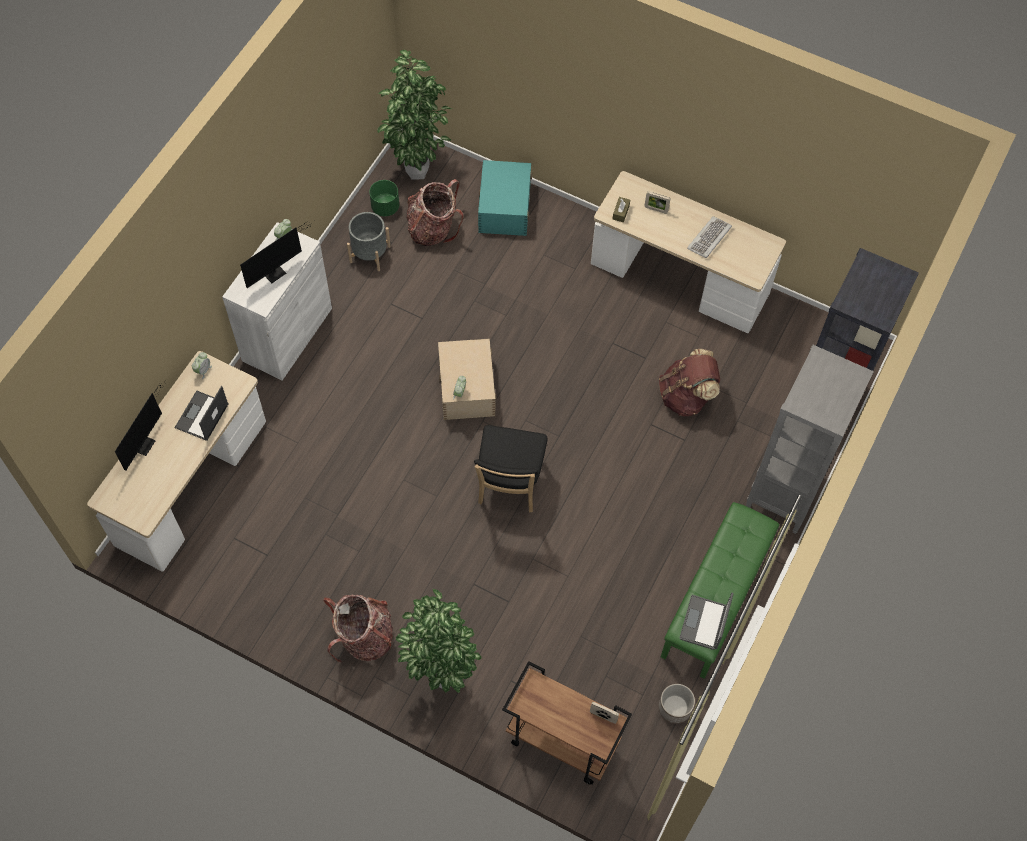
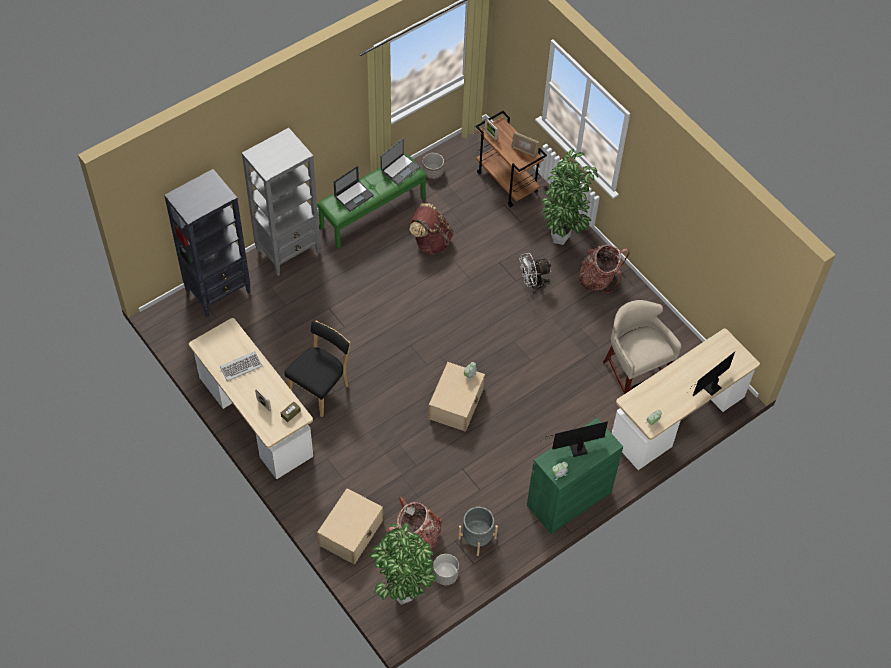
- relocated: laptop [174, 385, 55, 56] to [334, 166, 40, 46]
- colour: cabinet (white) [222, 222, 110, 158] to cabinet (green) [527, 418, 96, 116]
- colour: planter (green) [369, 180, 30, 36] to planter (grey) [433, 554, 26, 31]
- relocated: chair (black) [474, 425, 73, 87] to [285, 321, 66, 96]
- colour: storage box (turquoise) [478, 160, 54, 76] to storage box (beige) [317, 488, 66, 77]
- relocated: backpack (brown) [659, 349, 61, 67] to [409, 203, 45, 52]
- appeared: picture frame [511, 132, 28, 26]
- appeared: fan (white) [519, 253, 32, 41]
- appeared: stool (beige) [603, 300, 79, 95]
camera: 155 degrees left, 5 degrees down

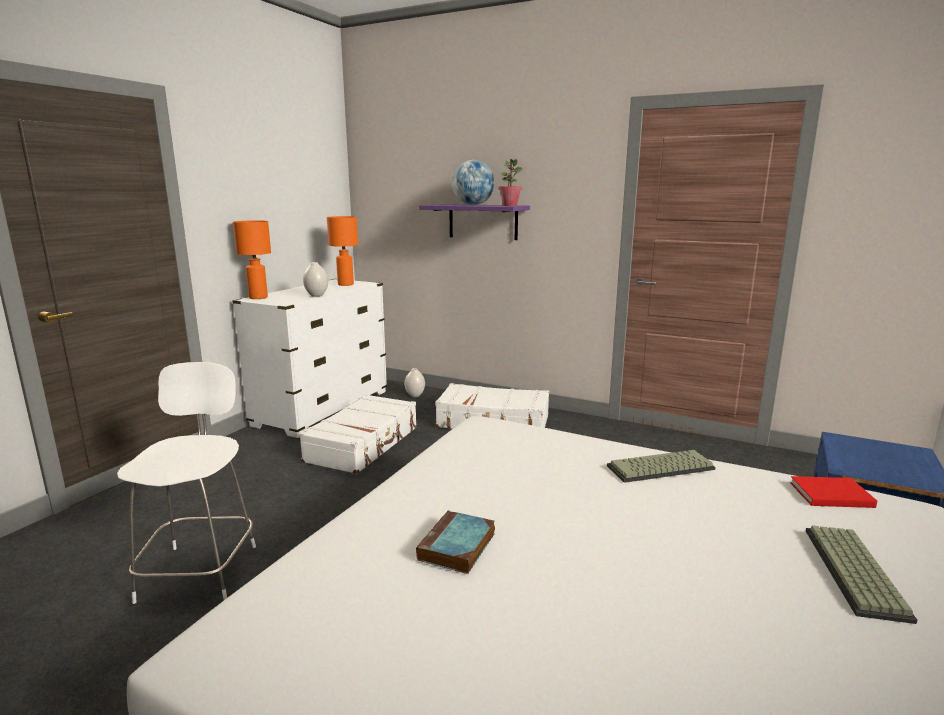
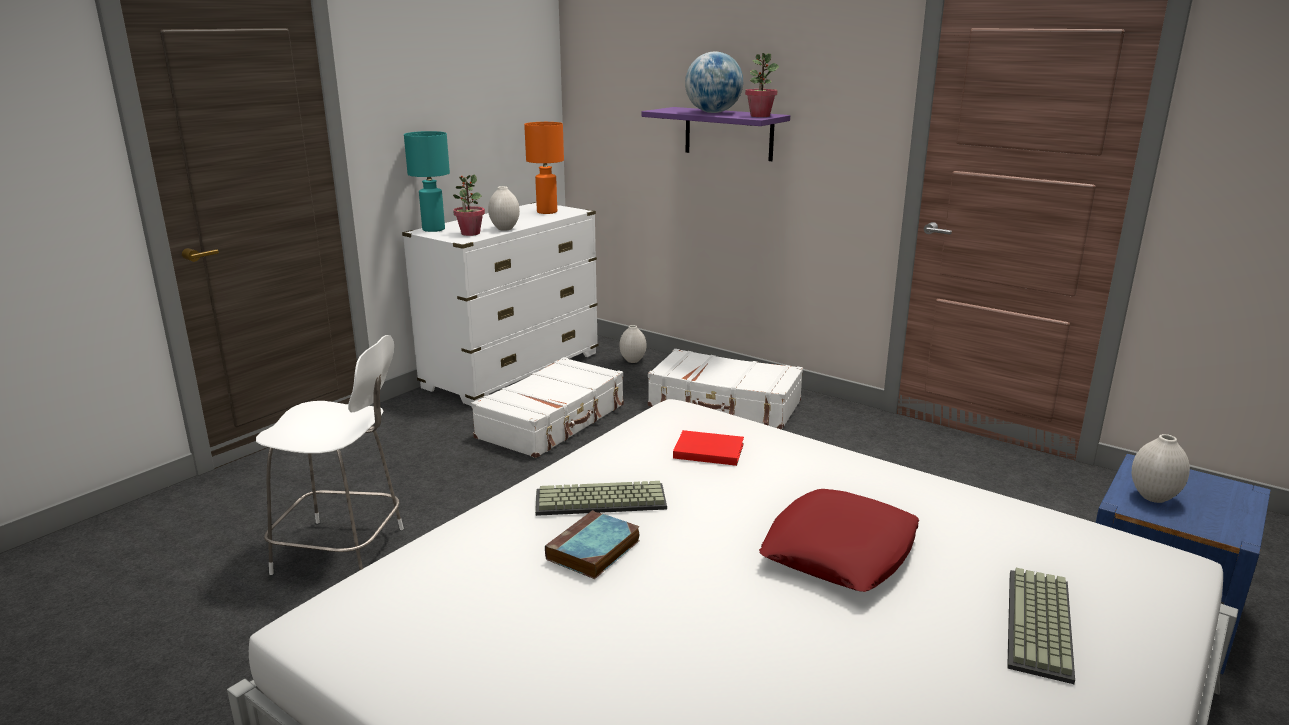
- spun: chair (white) [117, 362, 139, 242] = [256, 335, 148, 240] 90 degrees clockwise
- colour: table lamp (orange) [233, 220, 38, 79] to table lamp (turquoise) [404, 131, 46, 101]
- relocated: keyboard [607, 450, 108, 33] to [535, 481, 132, 35]
- relocated: book (red) [790, 476, 87, 32] to [673, 430, 71, 36]
- appeared: potted plant [453, 174, 32, 62]
- appeared: pillow (red) [759, 489, 160, 103]
- appeared: vase (white) [1132, 434, 58, 69]
camera: 10 degrees right, 5 degrees up

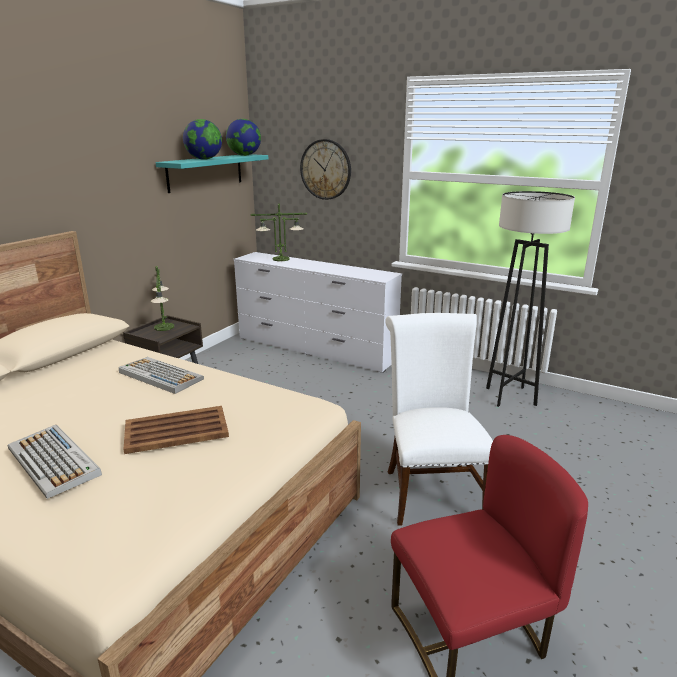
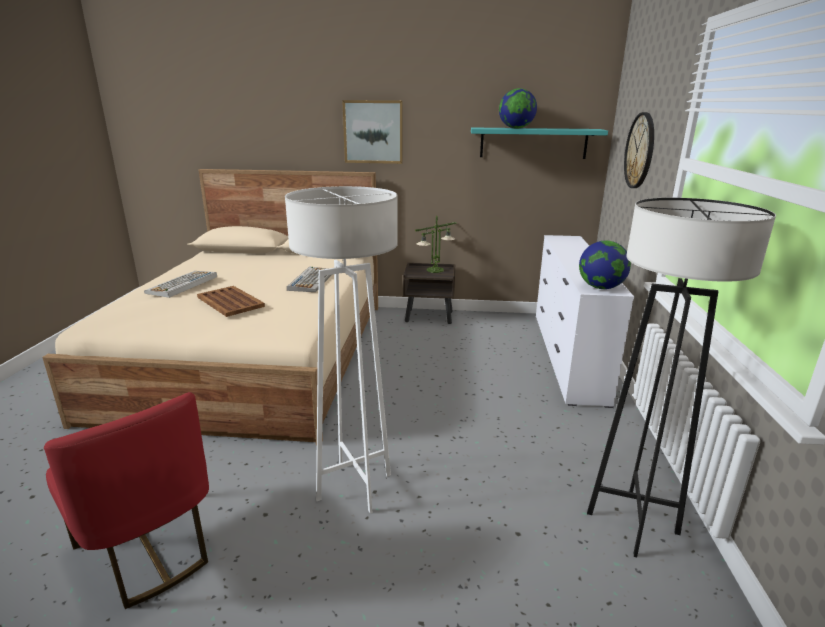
- relocated: globe [226, 119, 35, 37] to [579, 241, 52, 48]
- missing: table lamp [251, 203, 56, 58]
- exchanged: chair (white) [385, 313, 108, 213] to floor lamp (white) [285, 186, 113, 327]
- appeared: picture [342, 100, 61, 64]
camera: 65 degrees right, 0 degrees up

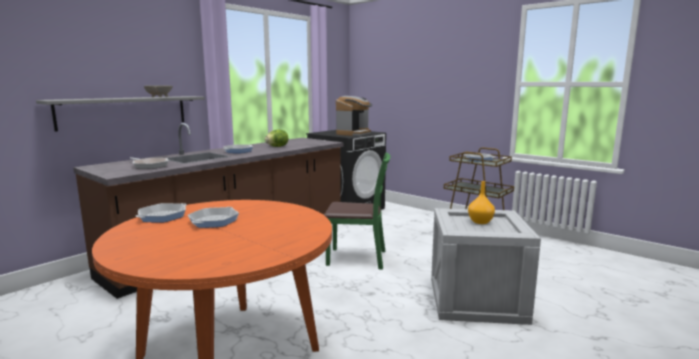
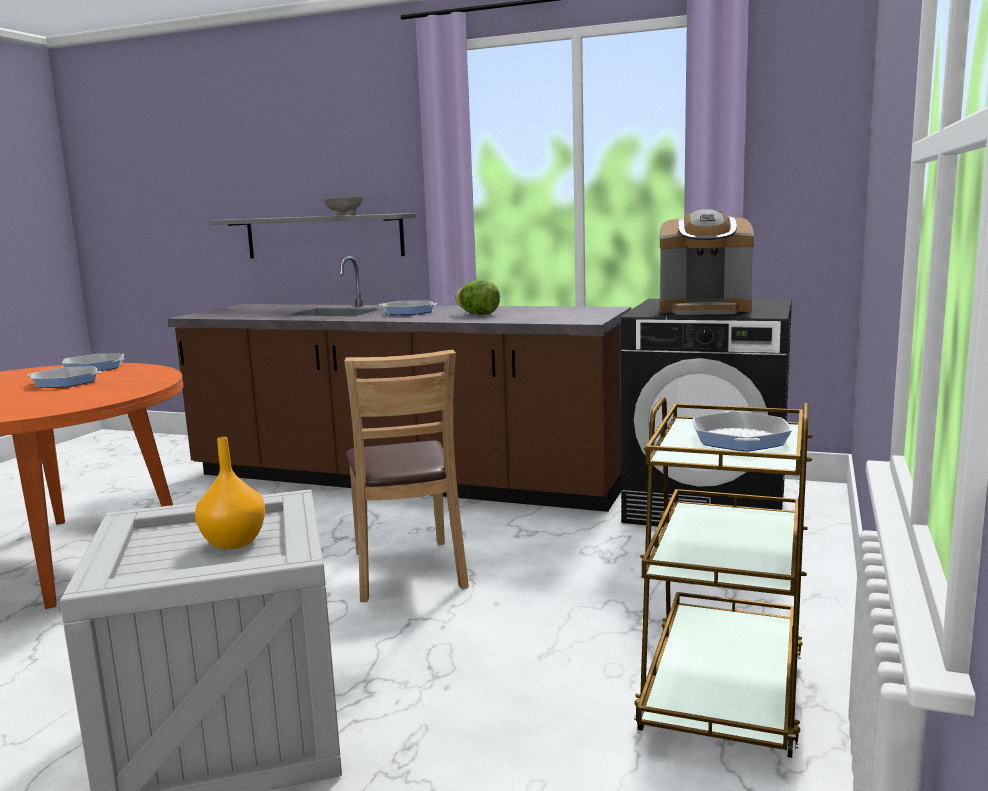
- missing: frying pan [130, 157, 39, 12]
- colour: chair (green) [324, 152, 66, 118] to chair (brown) [344, 350, 125, 252]
camera: 70 degrees right, 0 degrees up

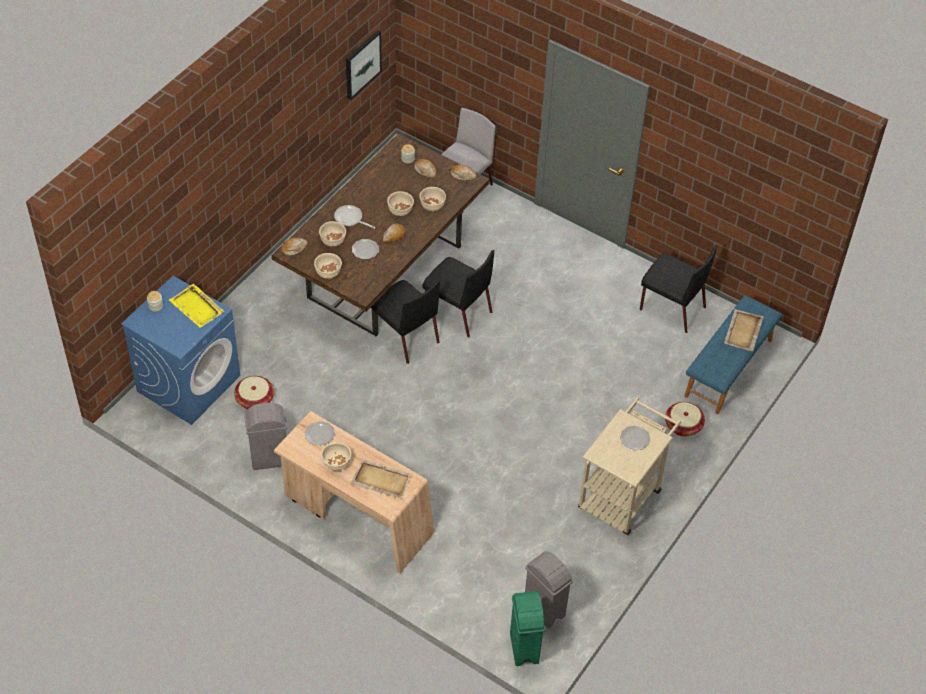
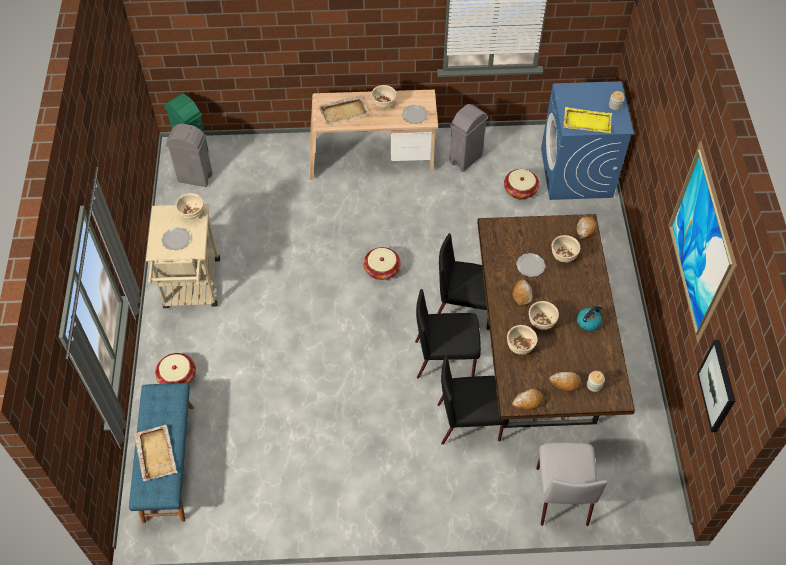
- relocated: bowl (beige) [314, 253, 28, 26] to [175, 193, 29, 27]
- missing: frying pan [334, 205, 41, 24]
- relocated: chair (black) [640, 246, 77, 87] to [437, 355, 71, 90]
- appeared: basket [363, 247, 38, 33]
- appeared: kettle [577, 305, 25, 26]
- appeared: picture [669, 141, 68, 202]
camera: 145 degrees right, 5 degrees up

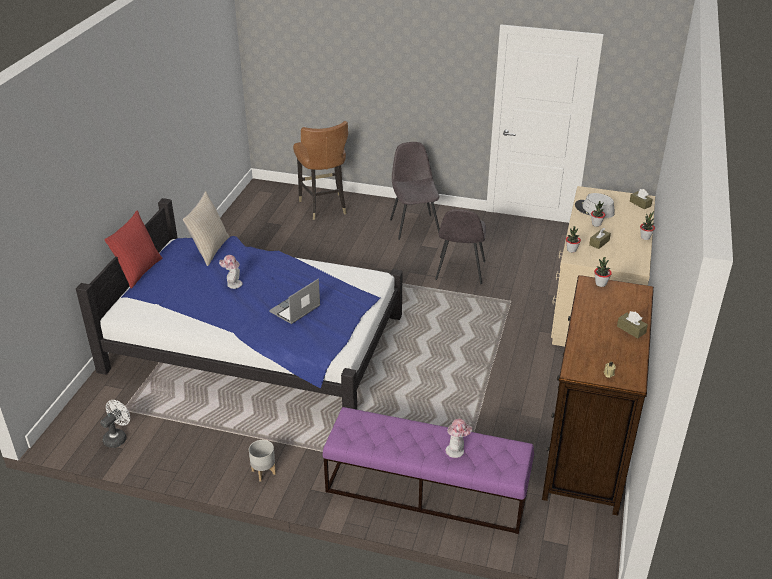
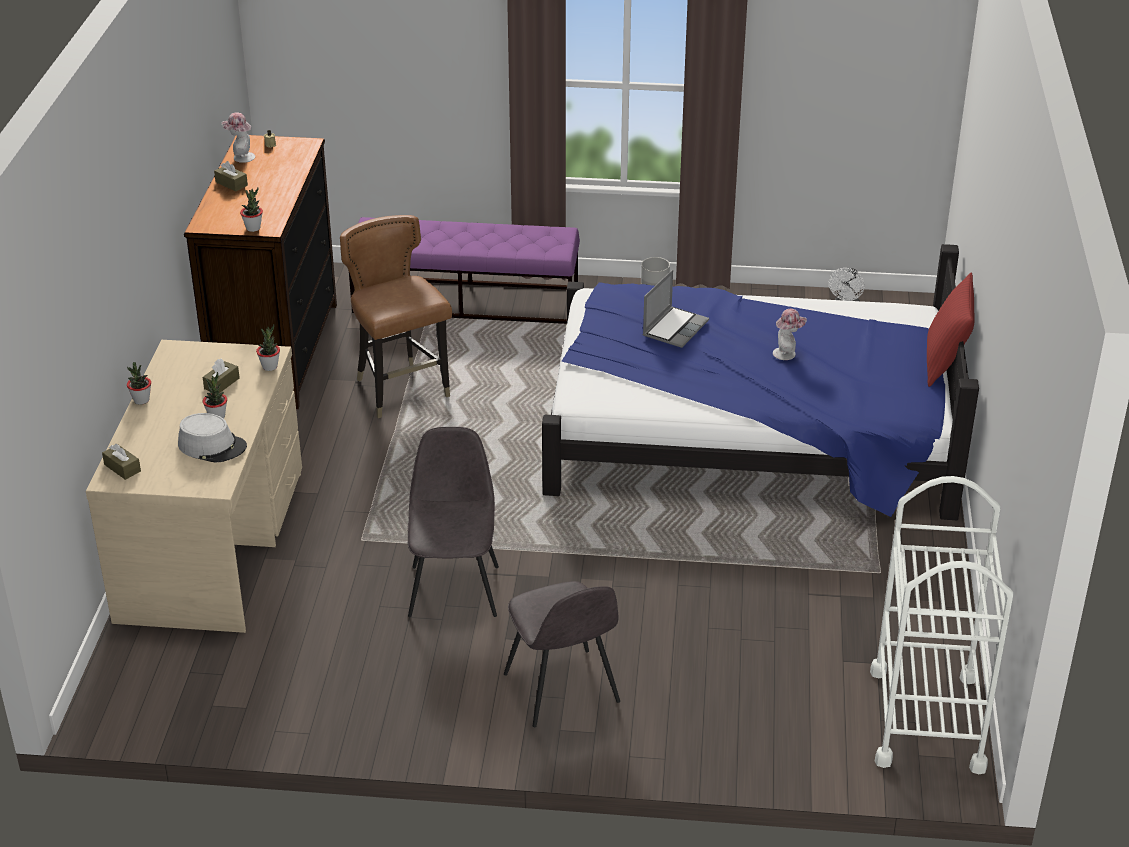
- missing: pillow (beige) [183, 191, 46, 75]
- relocated: chair (brown) [293, 121, 55, 99] to [340, 215, 112, 203]
- relocated: hat [446, 418, 27, 40] to [222, 112, 33, 51]
- appeared: cart (white) [870, 476, 144, 298]
camera: 170 degrees right, 0 degrees up

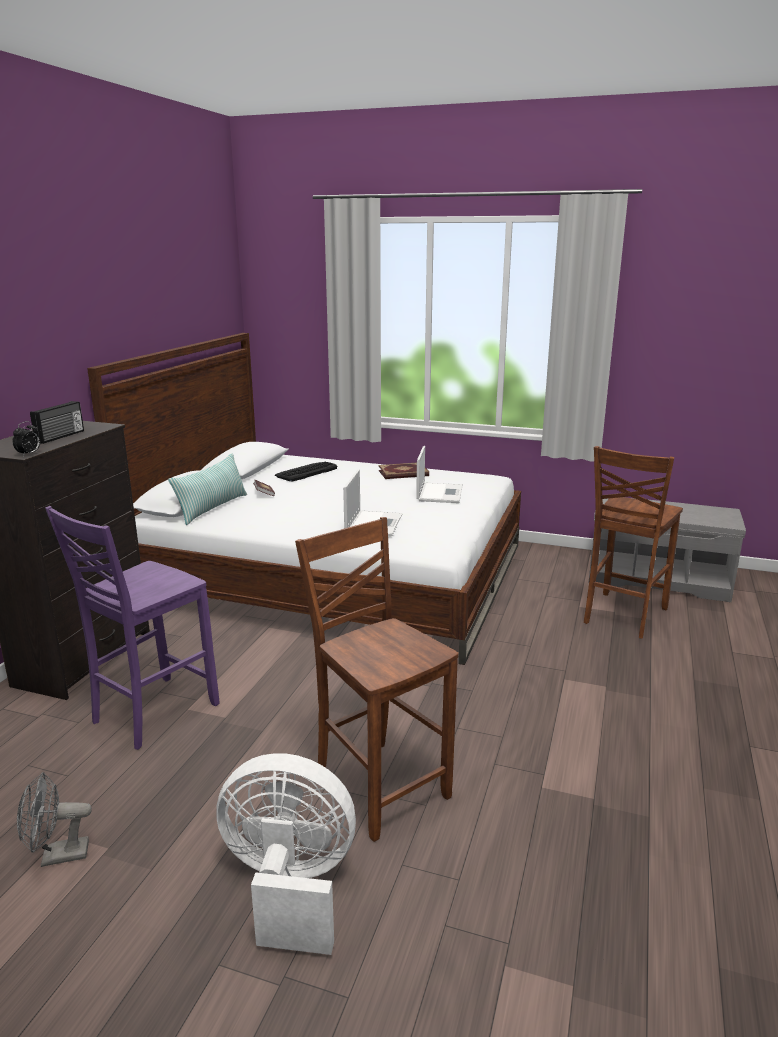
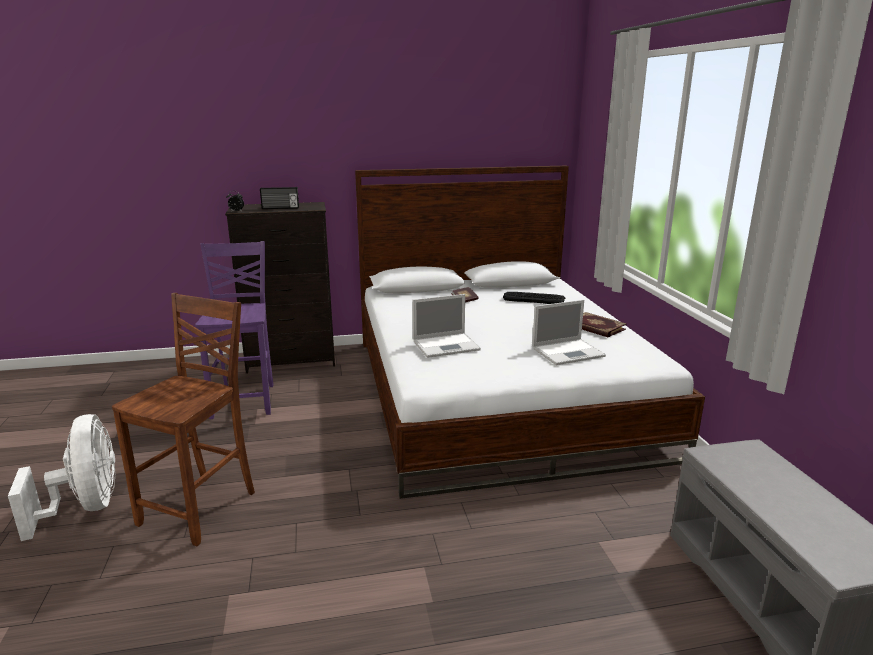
- missing: fan (grey) [17, 772, 75, 95]
- spun: chair (purple) [45, 506, 175, 244] = [195, 241, 79, 178] 75 degrees clockwise
- missing: pillow [168, 453, 79, 72]
- missing: chair (brown) [584, 446, 99, 192]
camera: 60 degrees right, 0 degrees up

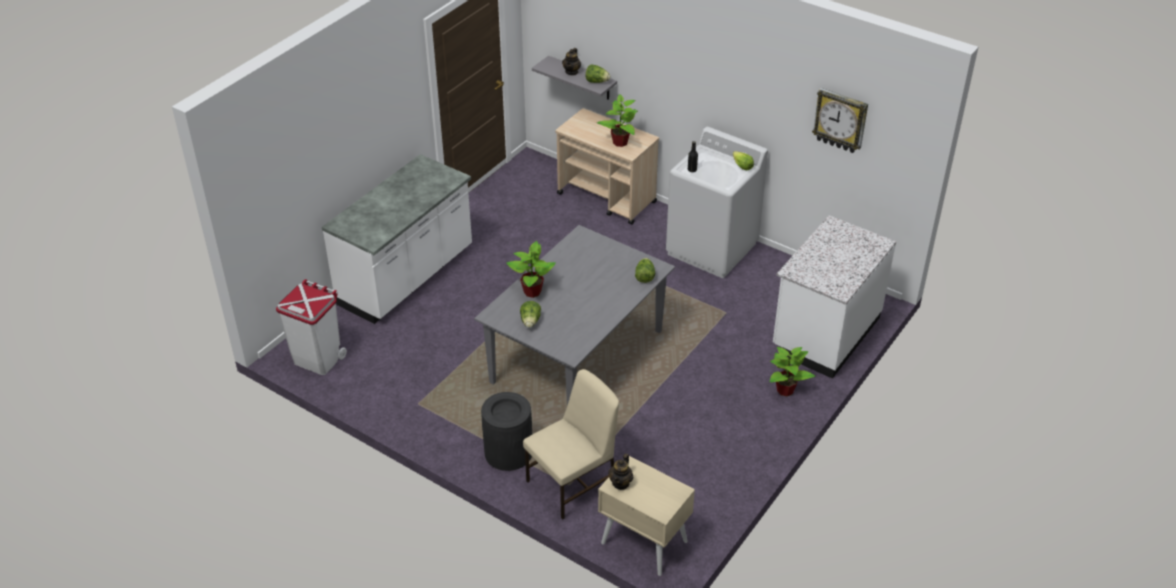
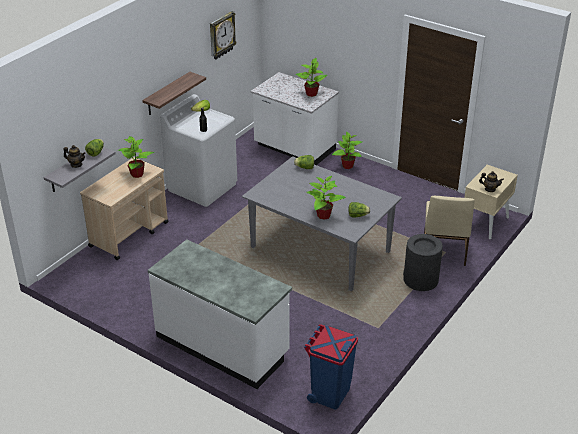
- colour: trash can (white) [276, 279, 71, 96] to trash can (blue) [304, 324, 54, 85]
- spun: chair (beige) [523, 369, 96, 151] = [424, 196, 51, 70] 135 degrees counterclockwise
- appeared: shelf [142, 72, 64, 43]
- appeared: potted plant [296, 58, 31, 39]
camera: 90 degrees left, 5 degrees down

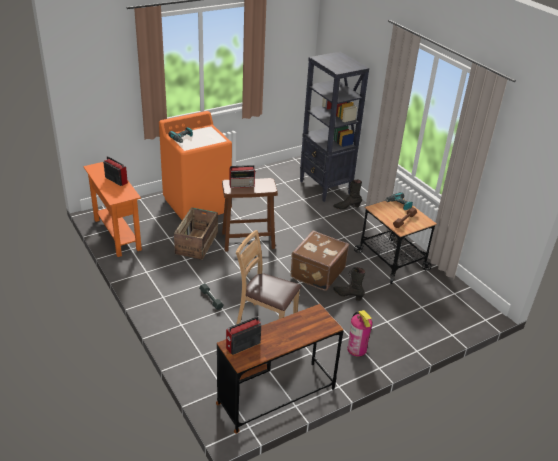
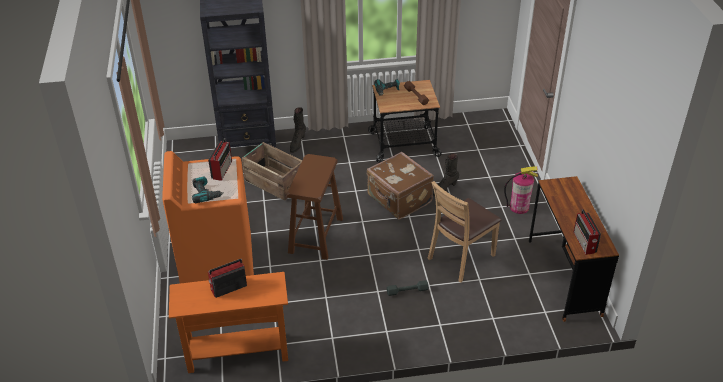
- relocated: crate [174, 207, 44, 53] to [242, 142, 60, 59]
- relocated: radio [229, 165, 27, 23] to [208, 138, 24, 43]
camera: 65 degrees left, 5 degrees up

